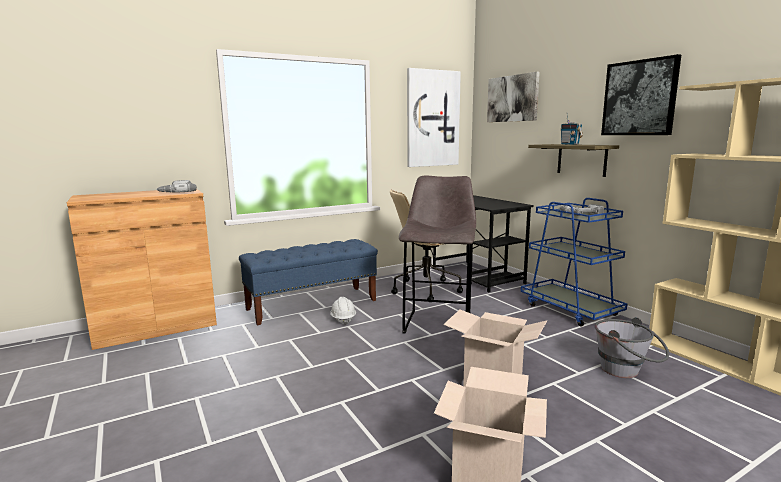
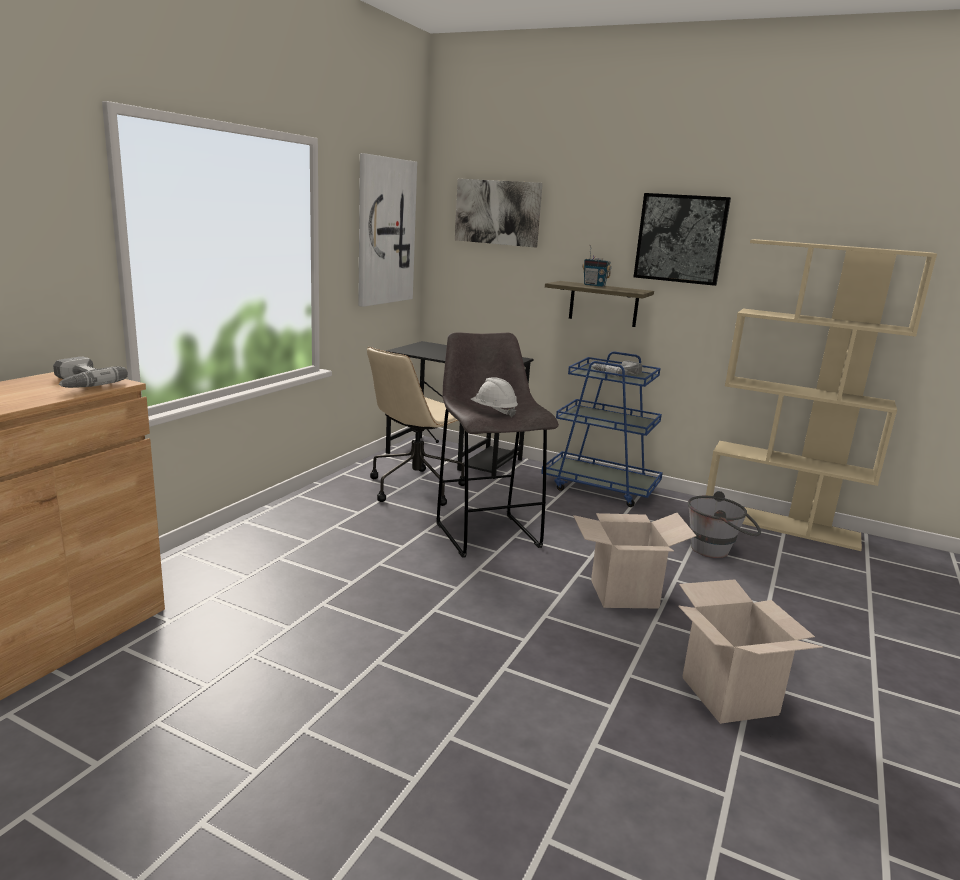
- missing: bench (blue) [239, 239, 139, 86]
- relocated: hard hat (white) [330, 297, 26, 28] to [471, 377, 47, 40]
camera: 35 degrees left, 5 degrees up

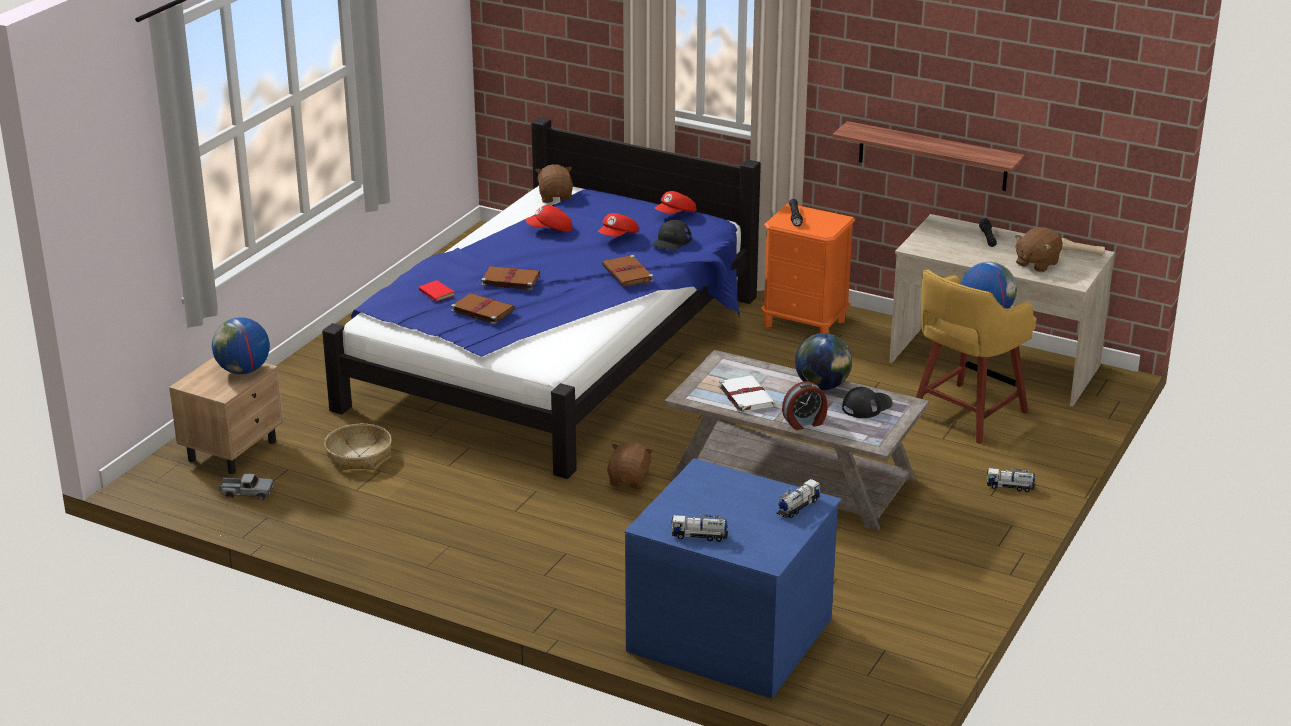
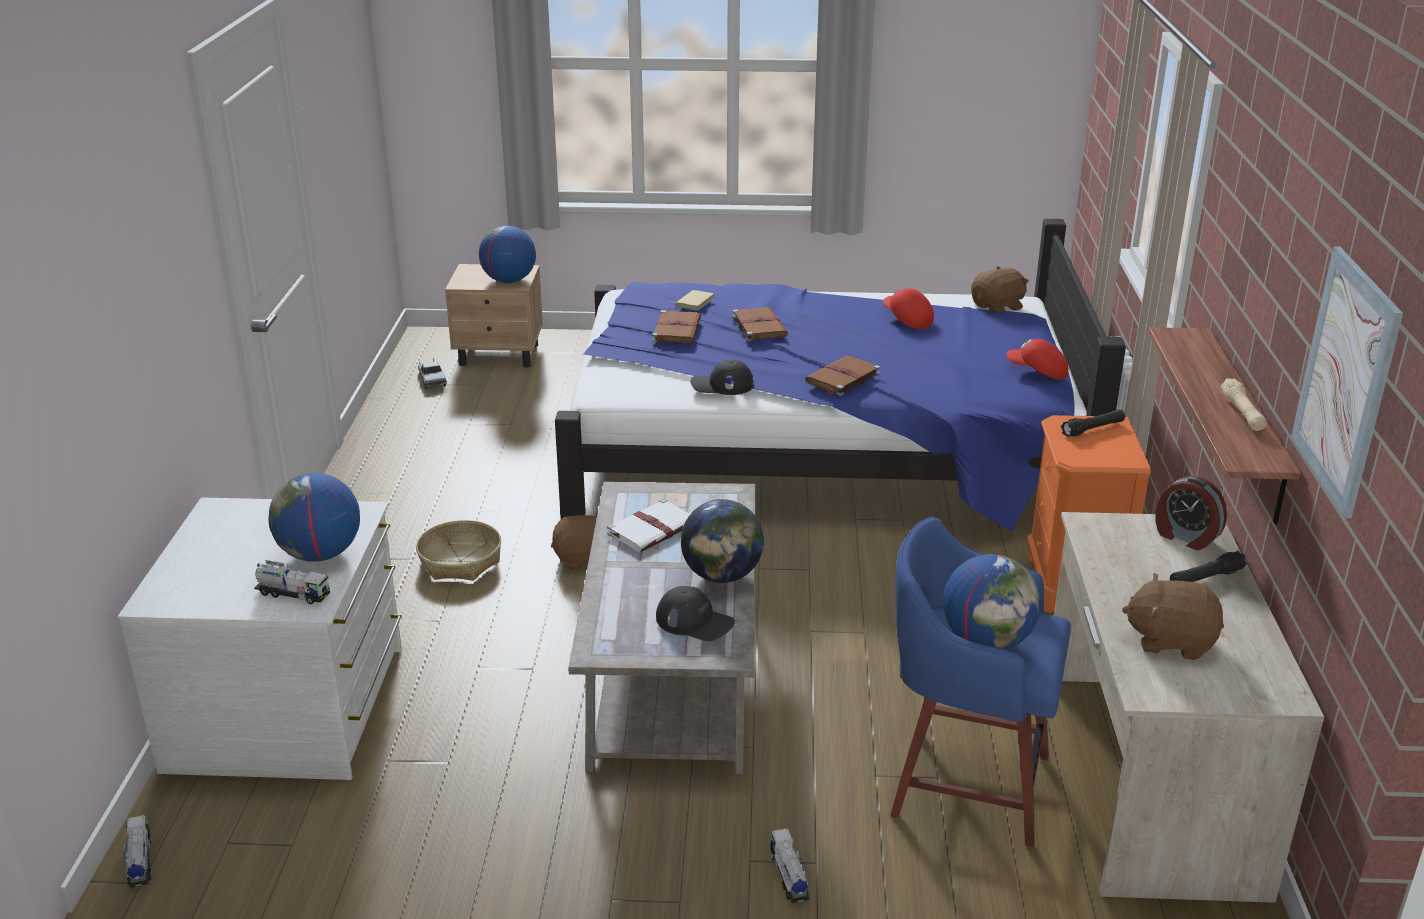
- relocated: basket [324, 424, 68, 47] to [416, 520, 85, 61]
- colour: book (red) [419, 280, 36, 22] to book (beige) [672, 290, 42, 21]
- missing: cap (red) [598, 213, 41, 24]
- colour: dresser (blue) [624, 458, 218, 240] to dresser (white) [117, 497, 285, 283]
- relocated: cap (black) [652, 220, 40, 31] to [690, 359, 64, 36]
- relocated: toy truck [671, 515, 57, 27] to [124, 815, 28, 73]
- relocated: alarm clock [782, 382, 46, 48] to [1155, 476, 72, 74]
- colour: stool (yellow) [916, 270, 121, 174] to stool (blue) [891, 516, 180, 331]
- relocated: flashlight (beige) [1062, 238, 43, 18] to [1221, 378, 46, 53]
- appeared: globe [268, 473, 92, 89]
- appeared: picture [1291, 246, 112, 272]
camera: 65 degrees right, 0 degrees up

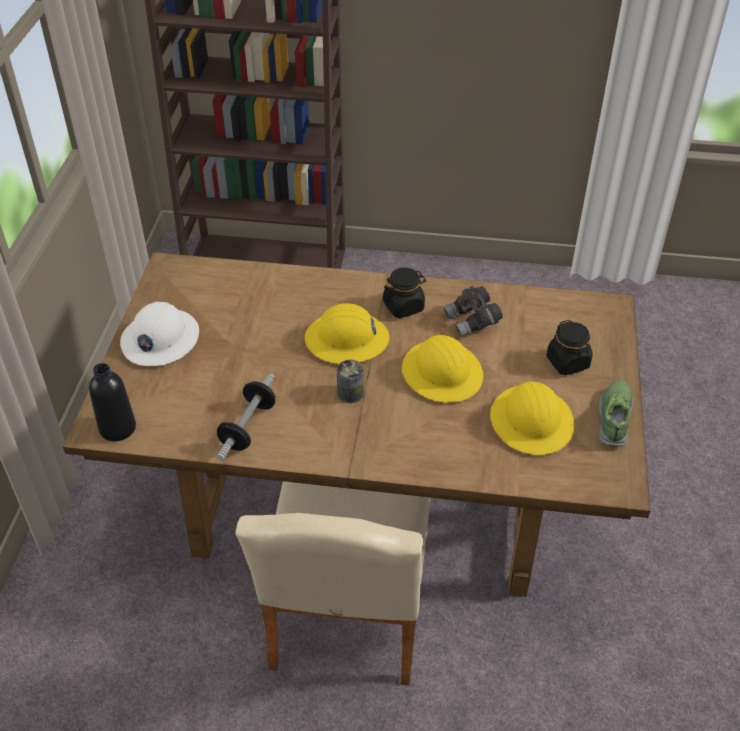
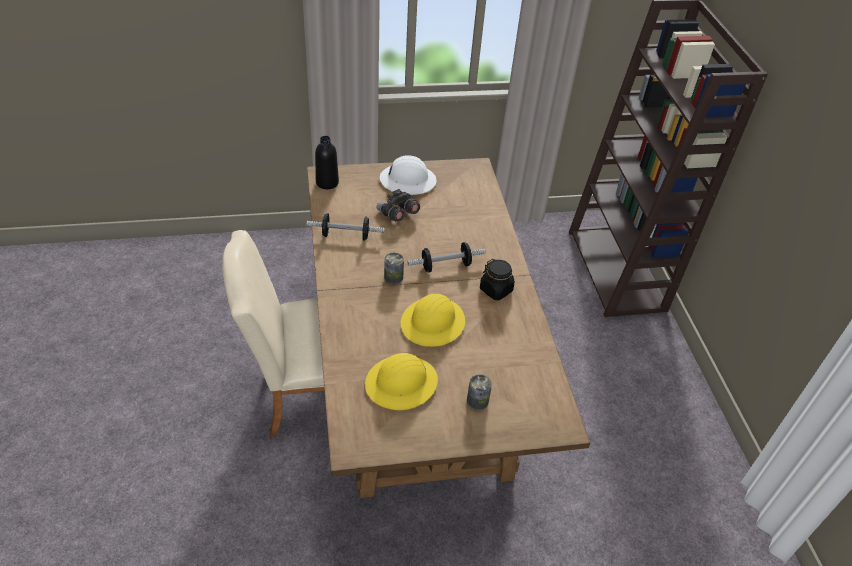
- exchanged: hard hat (yellow) [305, 303, 85, 61] to dumbbell [407, 242, 78, 31]
- relocated: binoculars (grey) [444, 286, 59, 51] to [377, 189, 43, 33]
- exchanged: jar (black) [546, 320, 47, 55] to can [467, 374, 25, 36]
- missing: shoe [599, 380, 34, 67]
camera: 70 degrees right, 0 degrees up

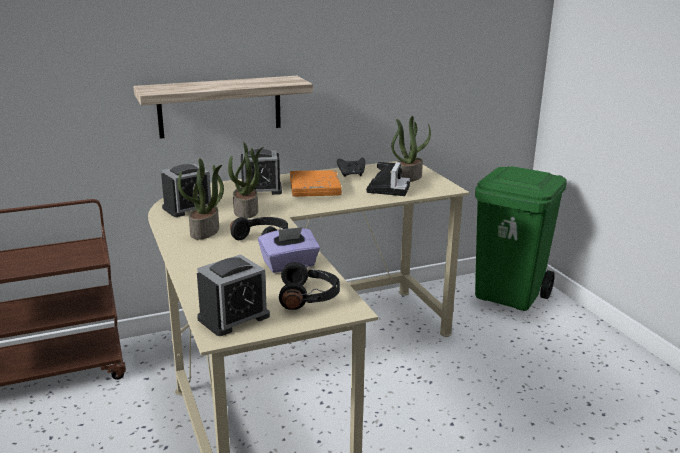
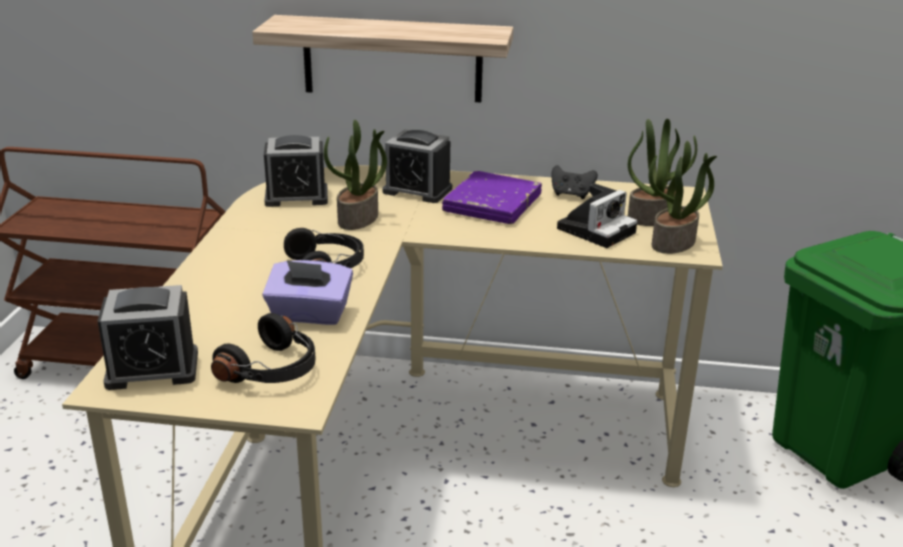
- relocated: potted plant [178, 158, 46, 82] to [649, 141, 68, 113]
- colour: book (orange) [290, 170, 52, 27] to book (purple) [442, 171, 100, 53]
camera: 30 degrees right, 5 degrees up

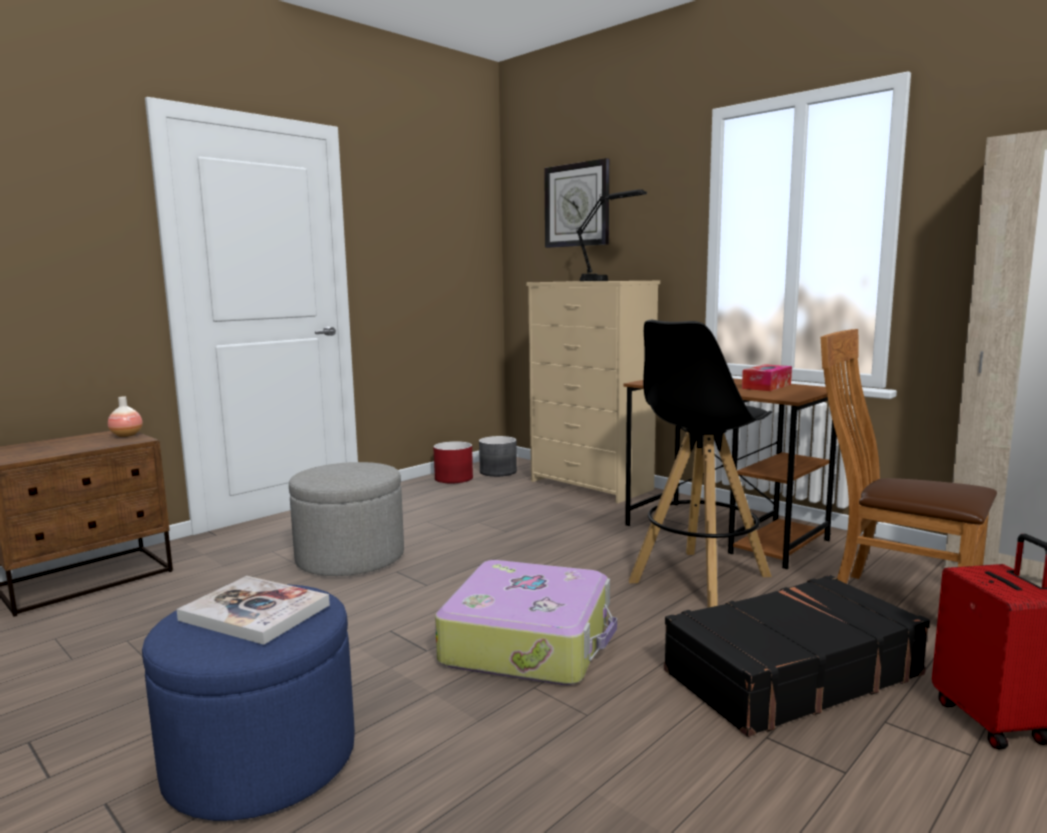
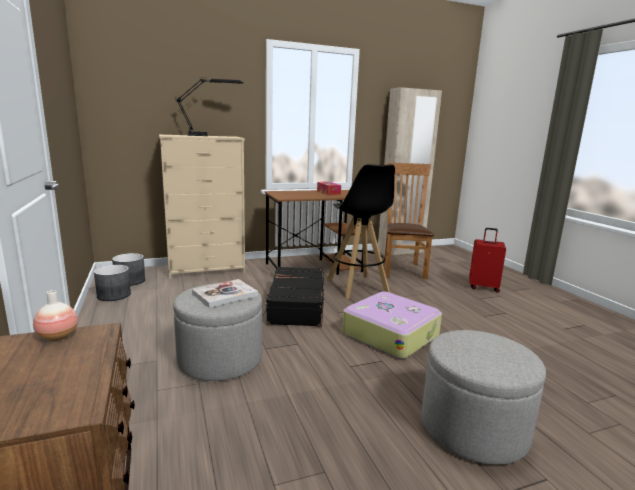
- colour: ottoman (blue) [142, 584, 213, 237] to ottoman (grey) [422, 330, 124, 135]
- relocated: book [176, 576, 154, 69] to [192, 279, 66, 29]
- colour: planter (red) [433, 441, 40, 43] to planter (grey) [94, 265, 37, 36]
- missing: wall clock [544, 158, 65, 90]
- relocated: suitcase (black) [664, 575, 266, 162] to [263, 266, 61, 61]
- spun: chair (brown) [821, 329, 176, 255] = [384, 162, 50, 117] 120 degrees clockwise
camera: 65 degrees left, 5 degrees up

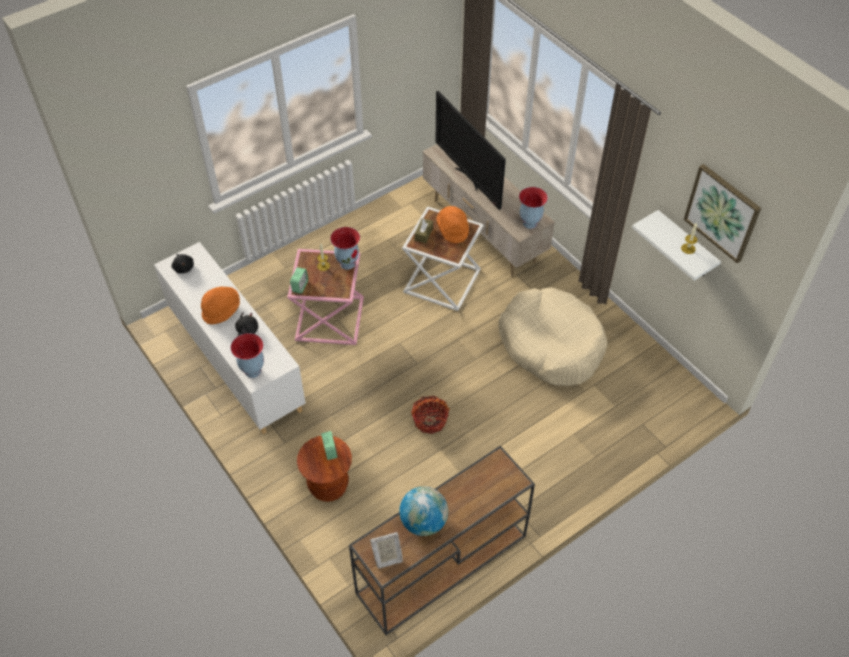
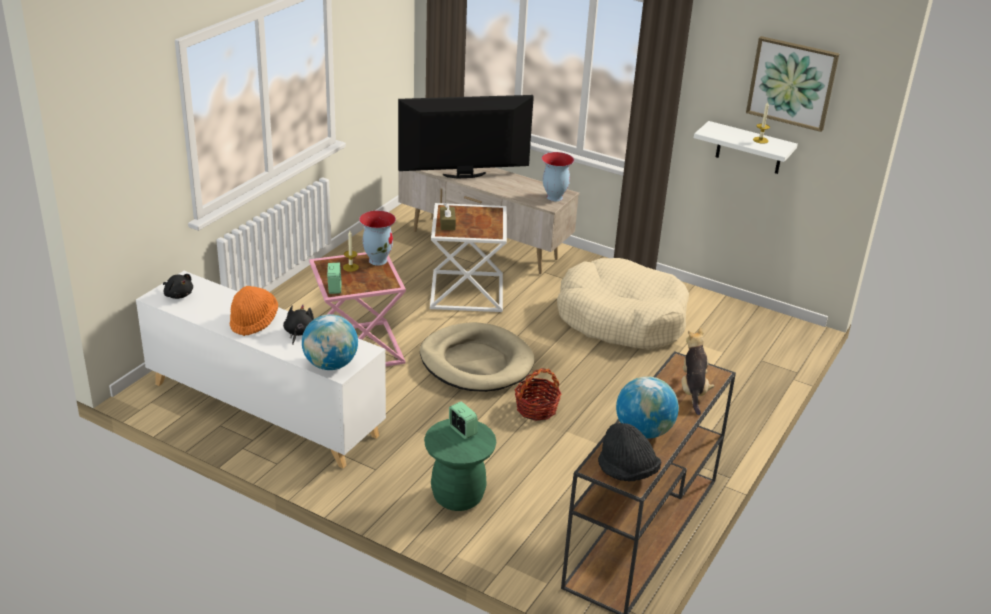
- exchanged: vase [230, 333, 34, 45] to globe [302, 314, 56, 56]
- colour: stool (brown) [297, 436, 55, 66] to stool (green) [424, 419, 72, 92]
- exchanged: picture frame [370, 532, 33, 37] to hat (black) [598, 423, 63, 58]
- spun: television [436, 91, 70, 119] = [398, 95, 136, 84] 135 degrees clockwise
- missing: hat (orange) [437, 206, 32, 37]
- appeared: dog bed (beige) [420, 322, 115, 70]
- appeared: plush toy [681, 327, 33, 88]
camera: 25 degrees left, 20 degrees down

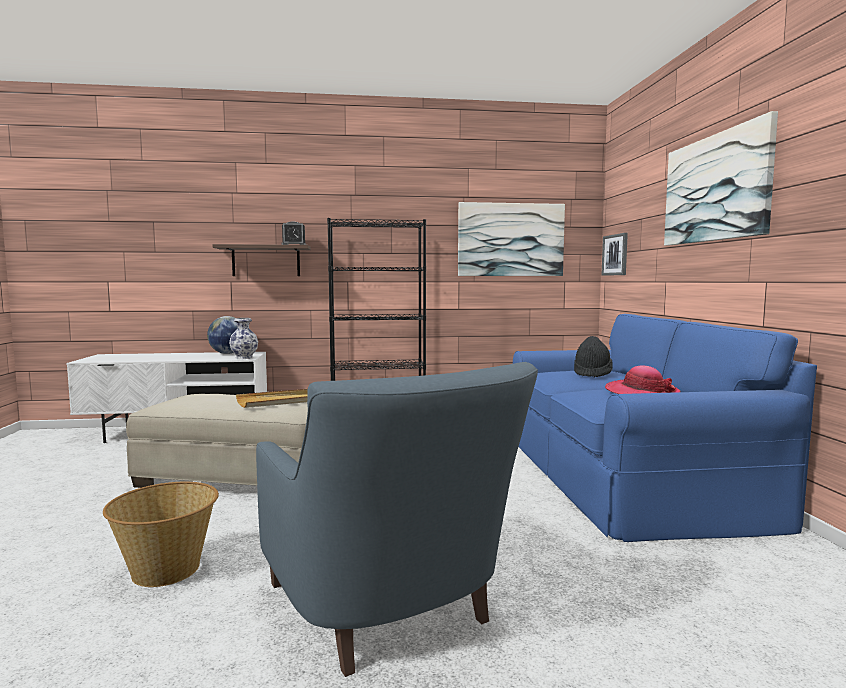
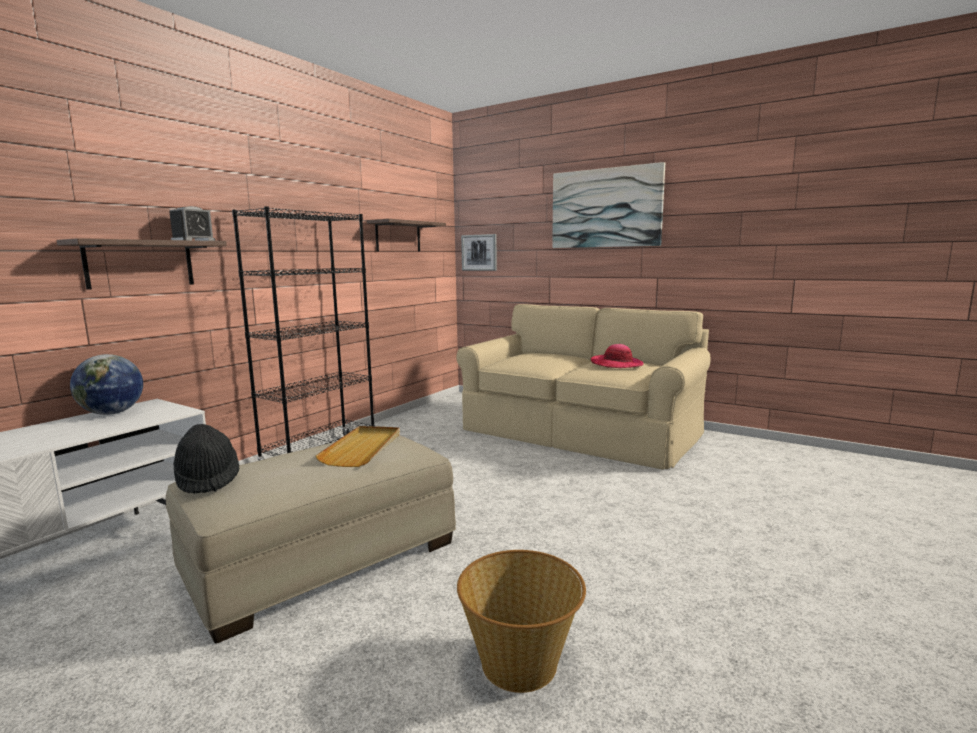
- missing: vase [229, 318, 29, 41]
- missing: armchair (blue) [256, 362, 282, 315]
- exchanged: picture [458, 202, 107, 74] to shelf [367, 219, 79, 33]
- colour: sofa (blue) [513, 314, 304, 228] to sofa (beige) [457, 304, 253, 166]
- relocated: hat (black) [574, 336, 39, 42] to [173, 424, 66, 70]
camera: 50 degrees left, 5 degrees up

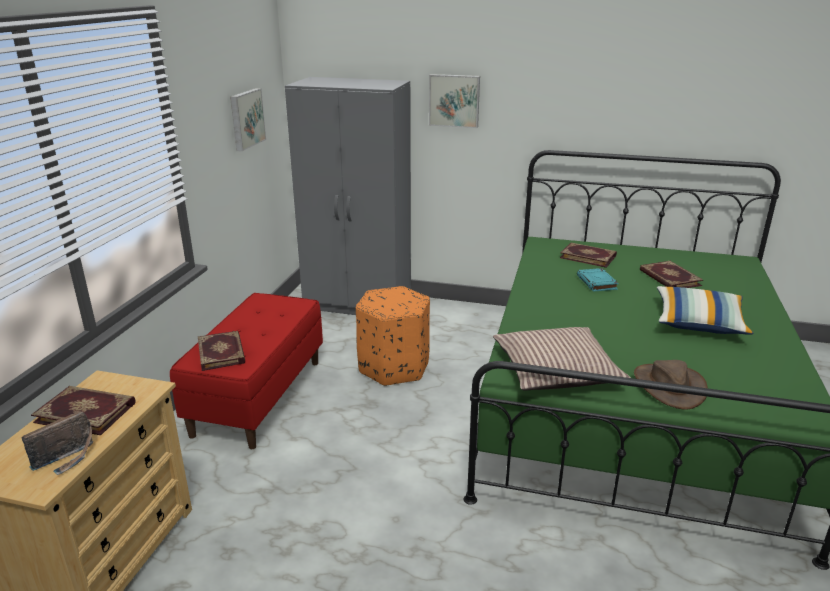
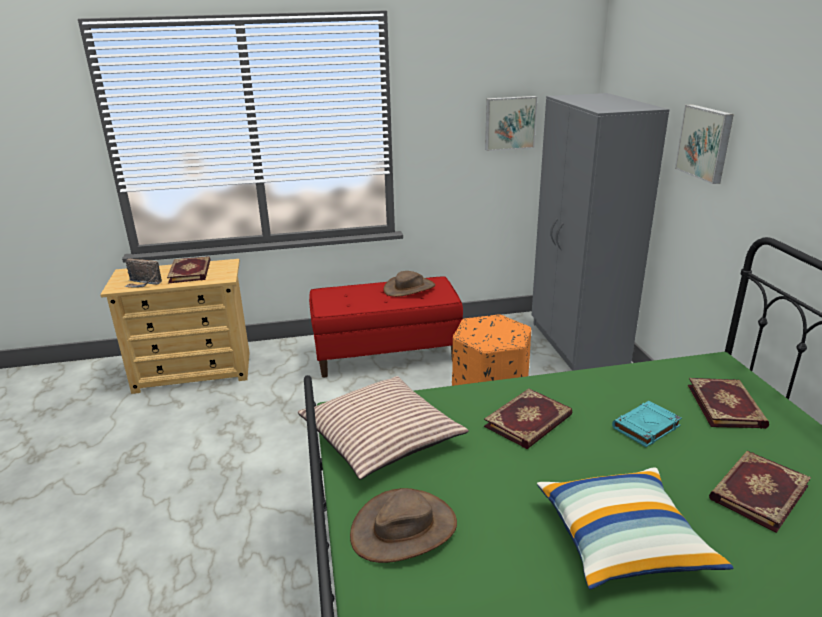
- relocated: book [198, 331, 47, 40] to [484, 388, 89, 61]
- appeared: hat (brown) [384, 271, 51, 26]
camera: 65 degrees right, 0 degrees up

